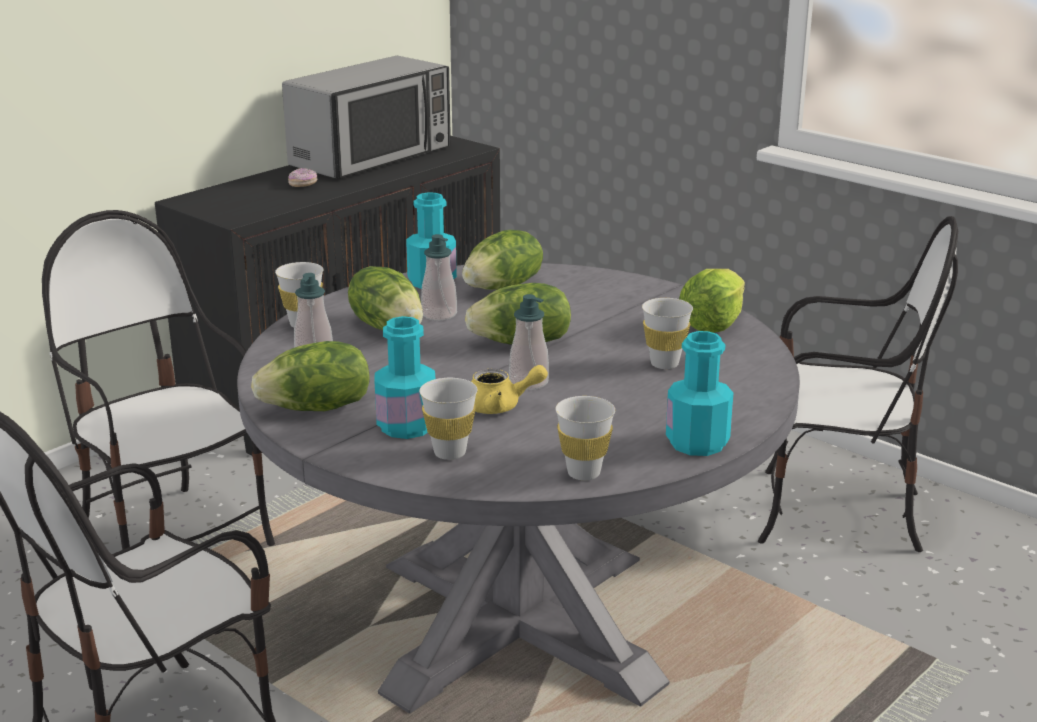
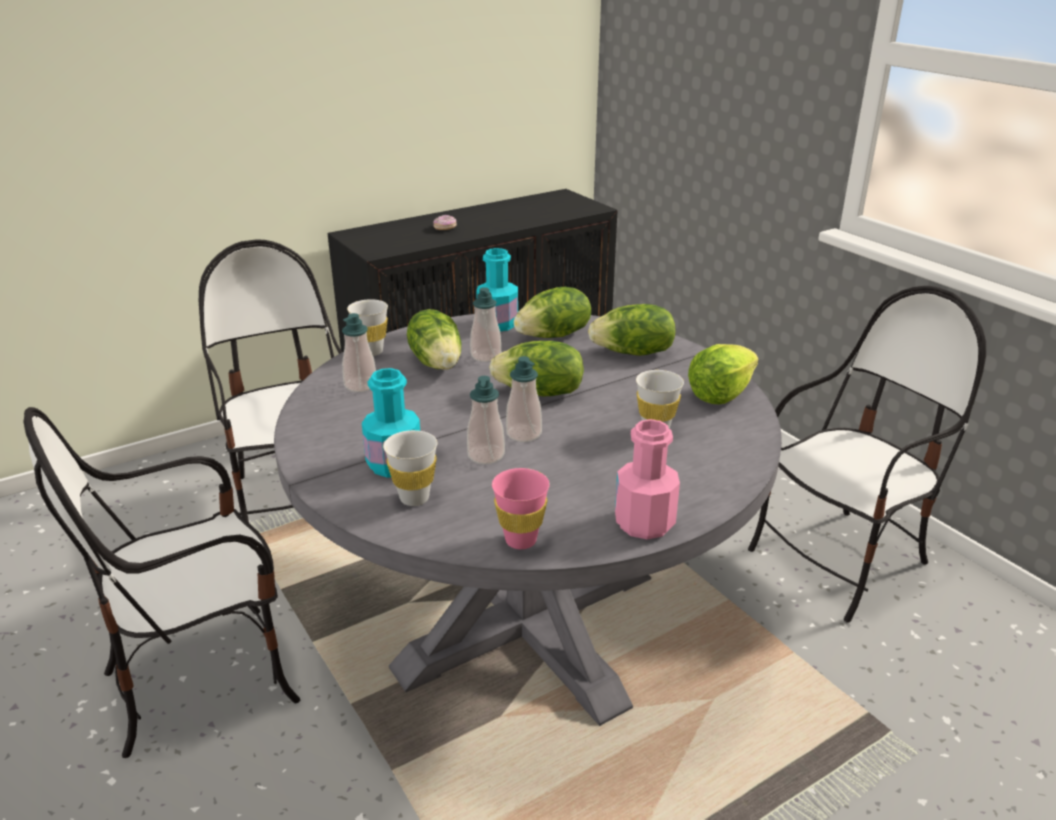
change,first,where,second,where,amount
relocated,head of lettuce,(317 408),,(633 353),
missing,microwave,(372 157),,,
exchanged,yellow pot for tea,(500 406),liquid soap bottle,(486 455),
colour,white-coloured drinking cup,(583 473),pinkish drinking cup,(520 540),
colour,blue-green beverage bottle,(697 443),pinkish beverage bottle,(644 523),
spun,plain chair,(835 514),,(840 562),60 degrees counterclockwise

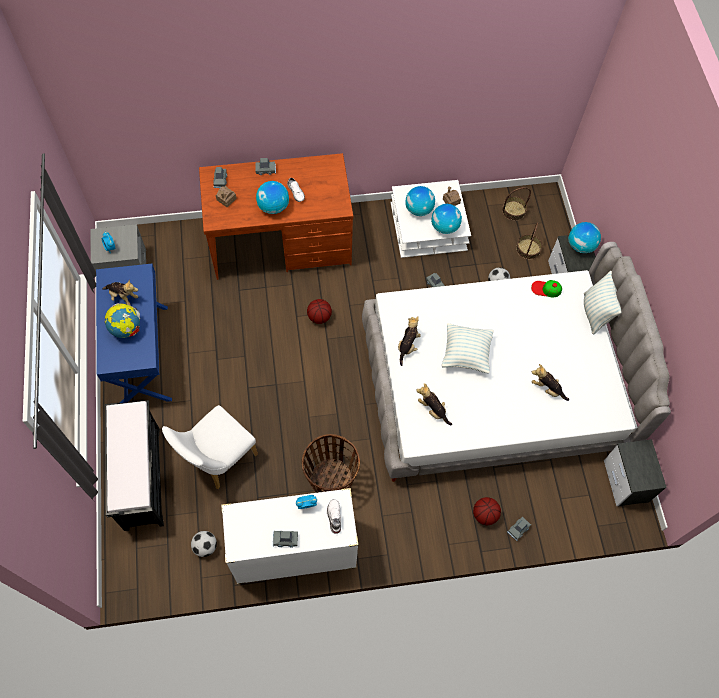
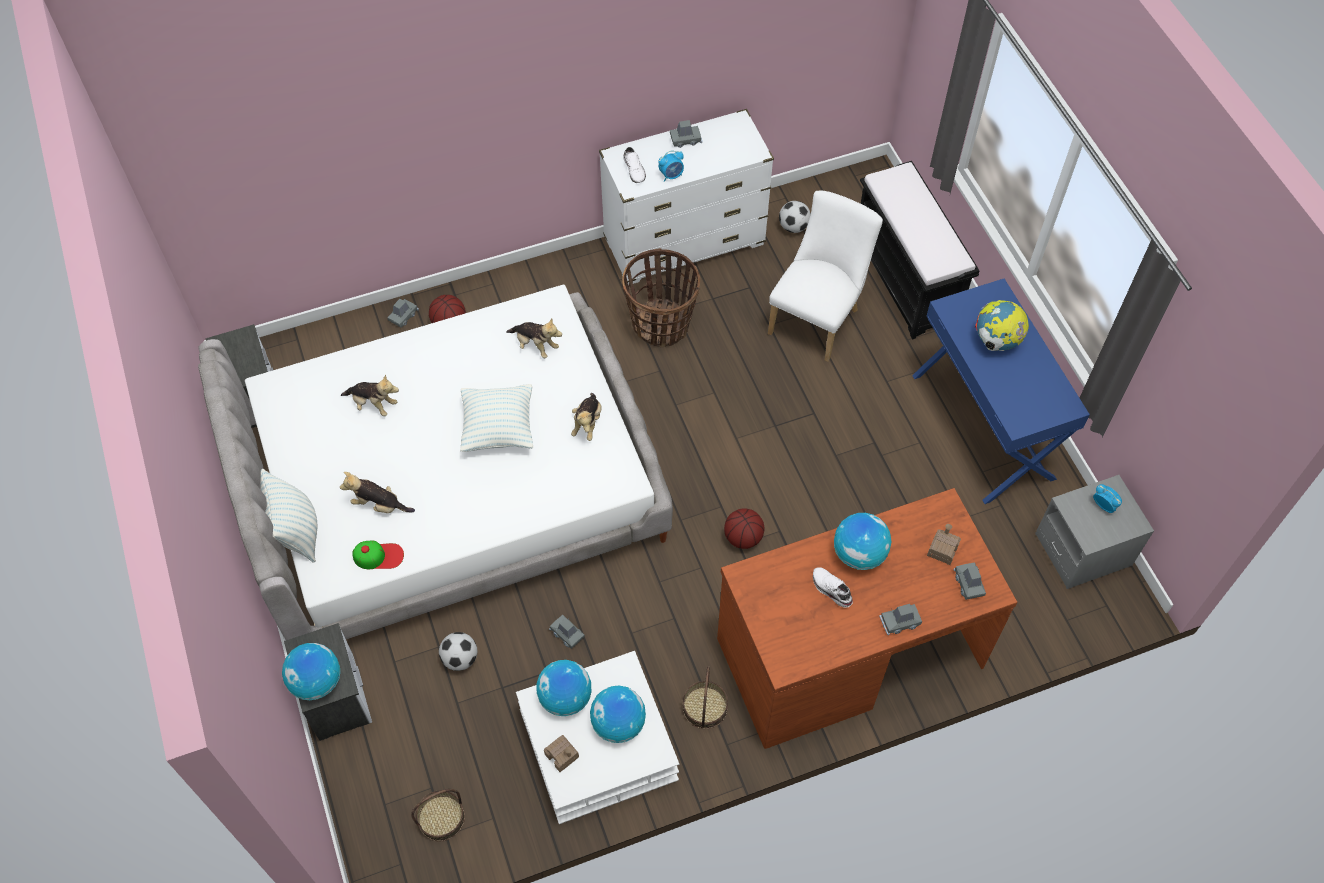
change,first,where,second,where,amount
relocated,soft toy,(122 297),,(379 505),
relocated,basket,(528 249),,(705 707),

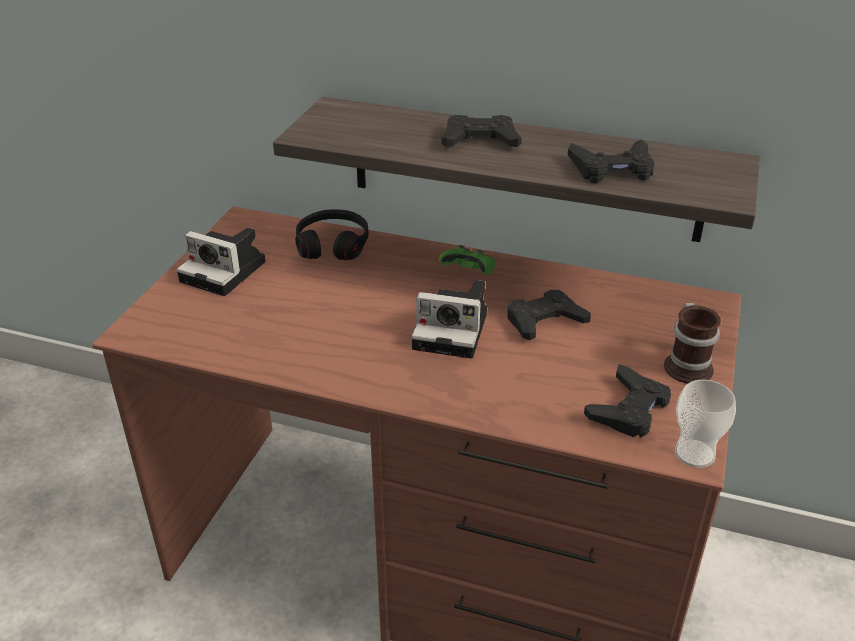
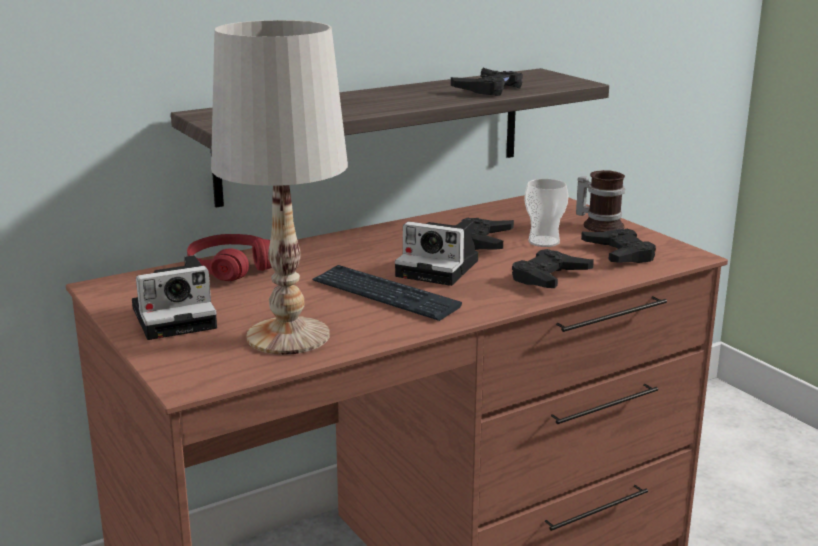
change,first,where,second,where,amount
colour,black-coloured headphones,(332 244),red headphones,(231 268),
spun,still camera,(454 331),,(441 268),60 degrees clockwise
missing,greenish game controller,(470 273),,,
relocated,black-coloured game controller,(480 140),,(549 277),
relocated,drinking cup,(694 454),,(544 242),
appeared,,,white-coloured lamp for a table,(289 336),
appeared,,,computer keyboard,(384 295),

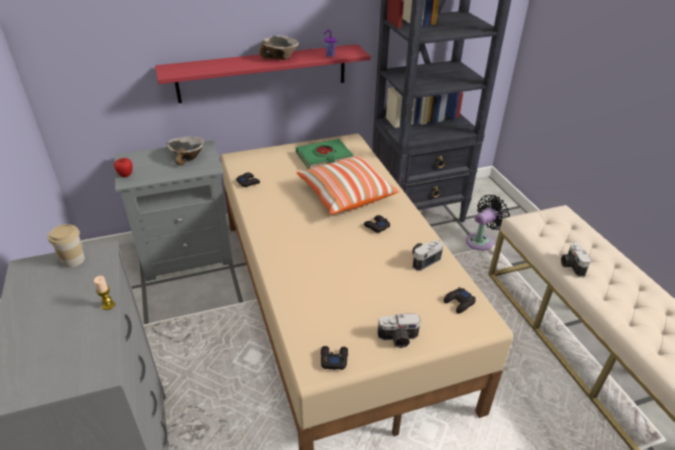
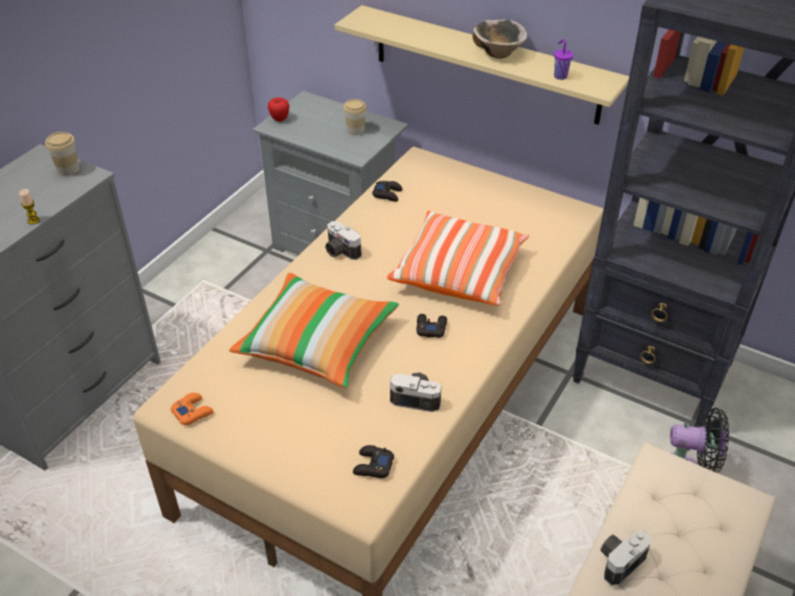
change,first,where,second,where,amount
colour,red wall shelf,(263 73),sand-coloured wall shelf,(485 64),
exchanged,deep dish,(188 157),drinking cup,(355 130),
missing,greenish book,(324 158),,,
colour,black-coloured game controller,(333 359),orange-coloured game controller,(192 412),
relocated,still camera,(398 339),,(340 251),
appeared,,,pillow,(317 343),

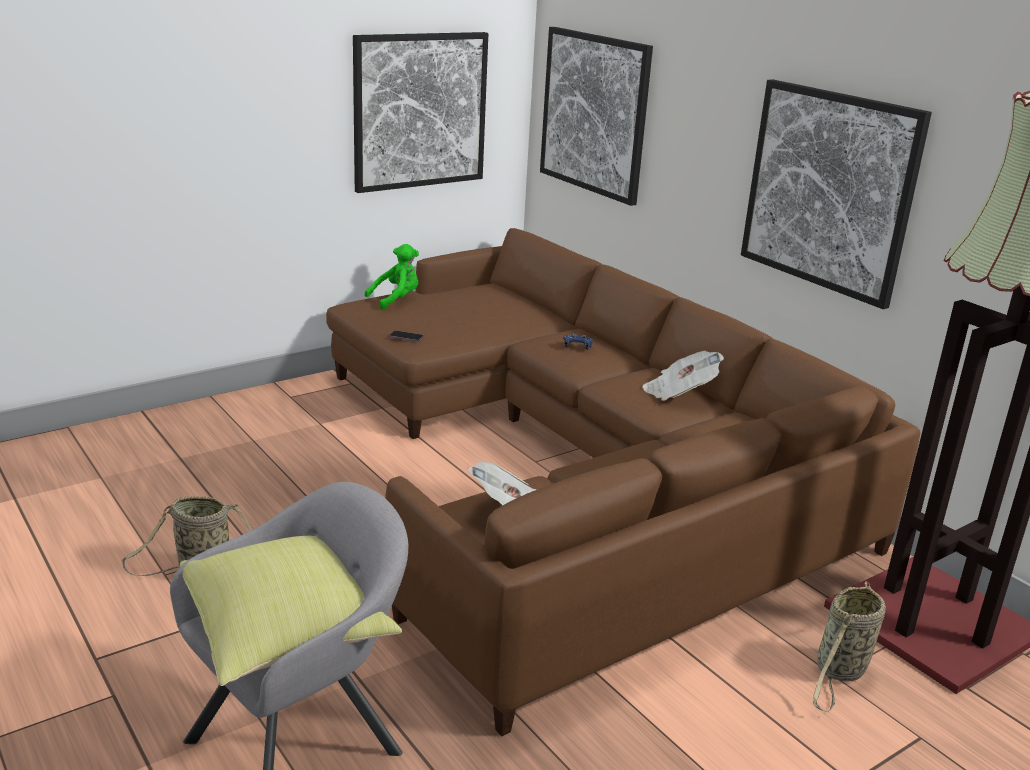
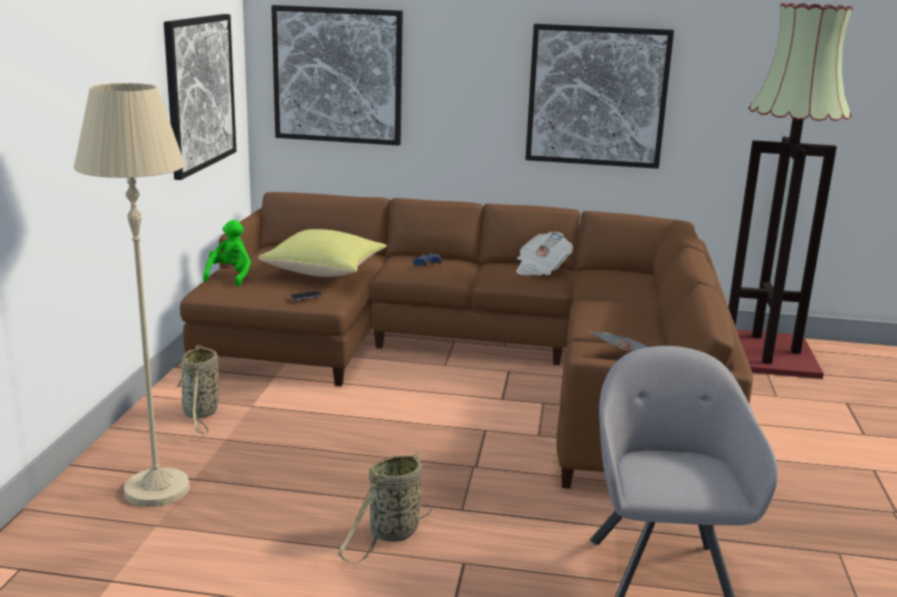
change,first,where,second,where,amount
relocated,yellow pillow,(288 632),,(326 272),
relocated,basket,(839 672),,(200 414),
appeared,,,sand-coloured floor lamp,(157 489),

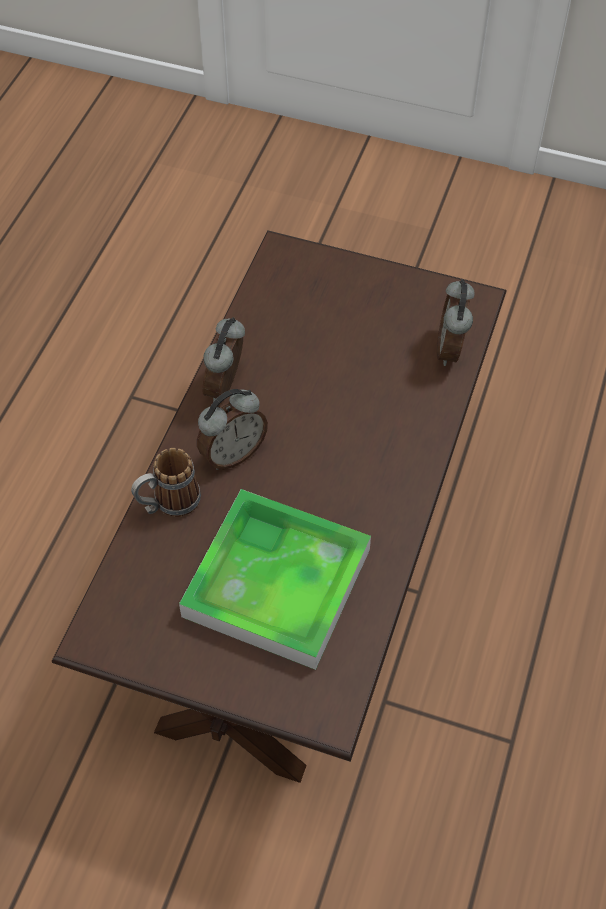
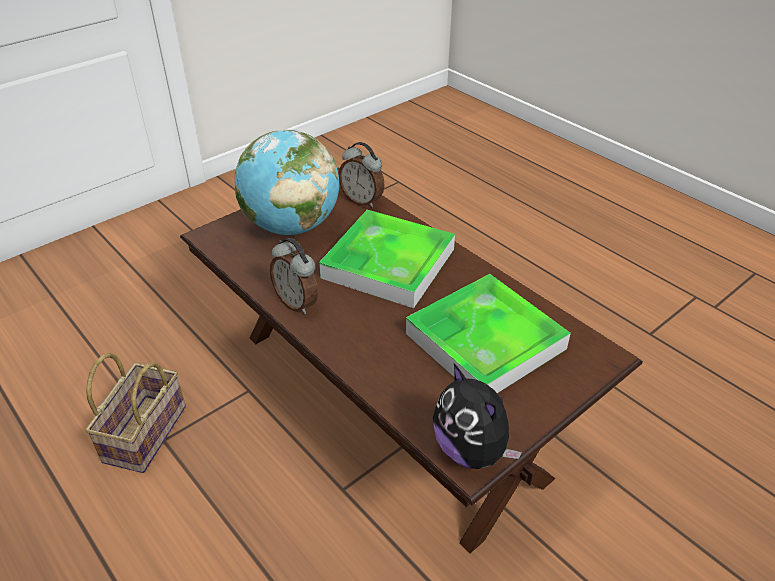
change,first,where,second,where,amount
missing,mug,(168 504),,,
missing,table clock,(232 453),,,
appeared,,,basket,(144 431),
appeared,,,globe,(291 226),
appeared,,,carrying tray,(388 263),
appeared,,,soft toy,(472 450),

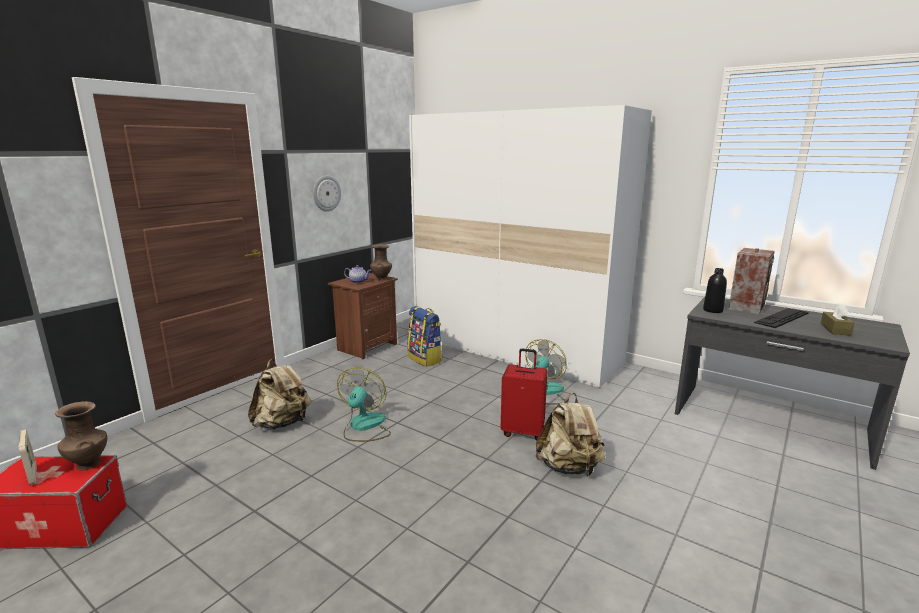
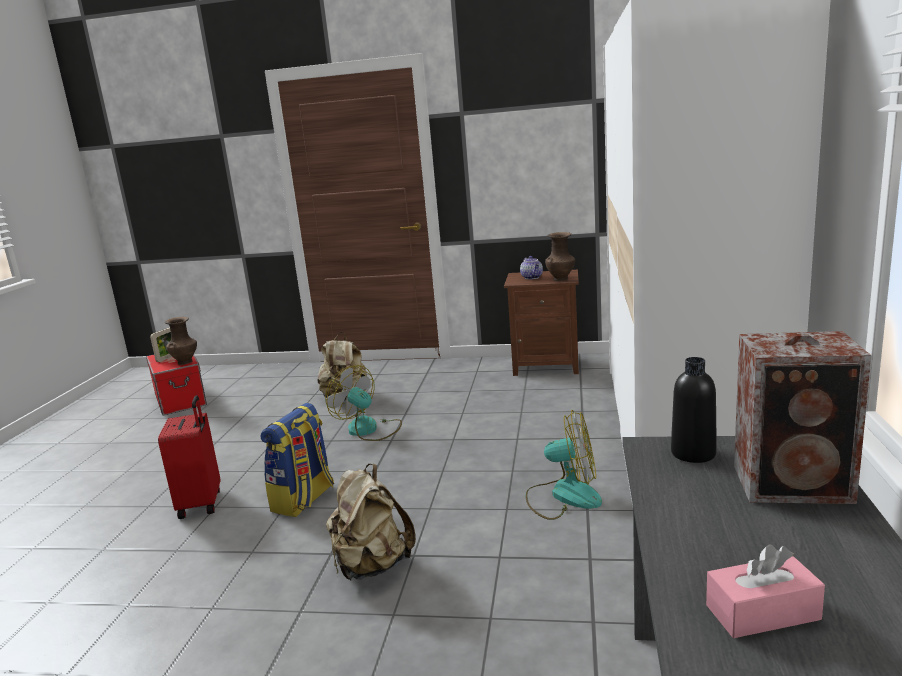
change,first,where,second,where,amount
missing,hanging clock,(326 193),,,
spun,cooling fan,(364 427),,(369 430),120 degrees counterclockwise
relocated,rucksack,(425 359),,(304 500),
relocated,red suitcase,(523 431),,(202 503),
missing,computer keyboard,(781 318),,,
colour,brown box of tissues,(835 329),pinkish box of tissues,(762 612),

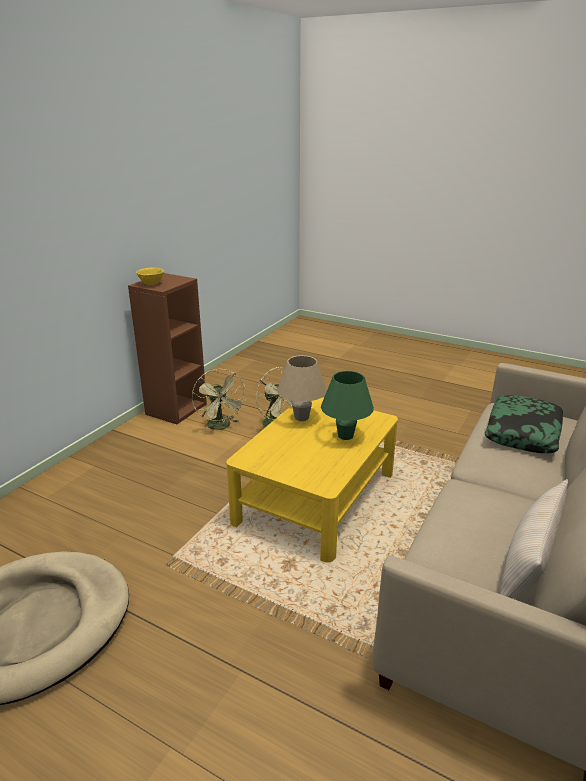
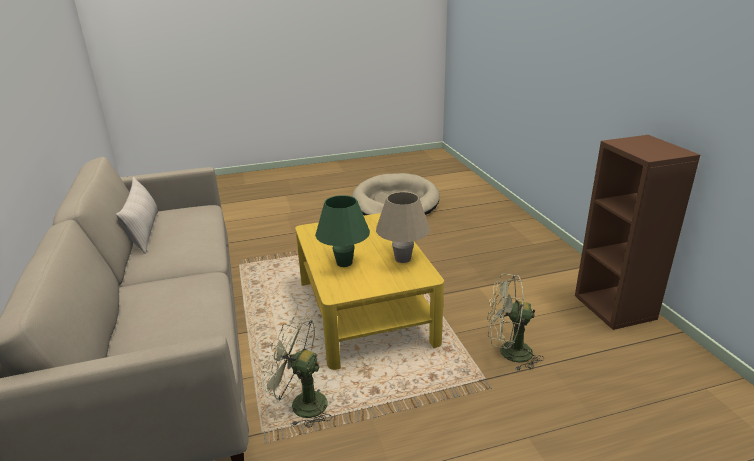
change,first,where,second,where,amount
missing,yellow deep dish,(151 284),,,
relocated,greenish cooling fan,(221 426),,(301 404),
missing,pillow,(523 432),,,

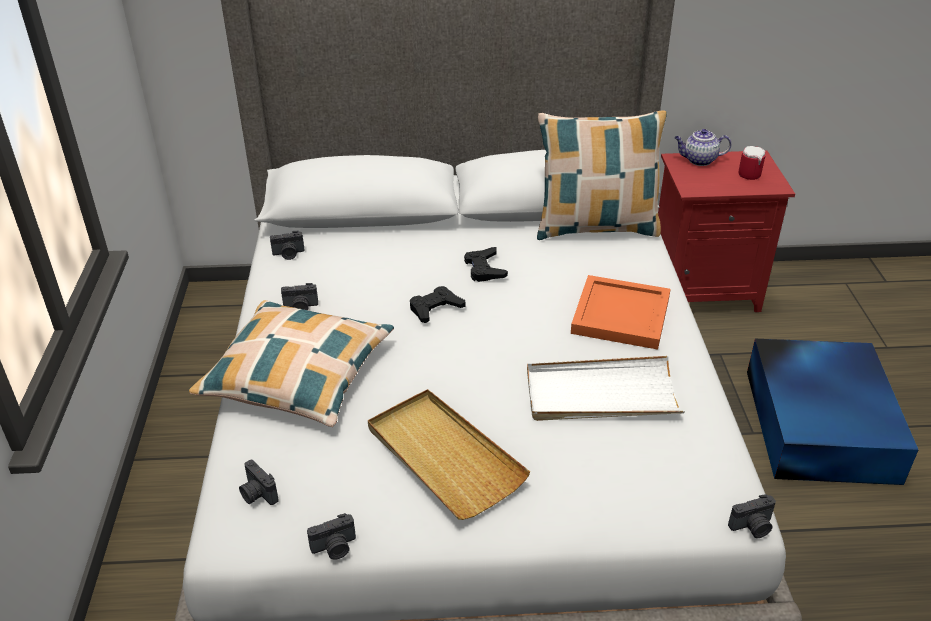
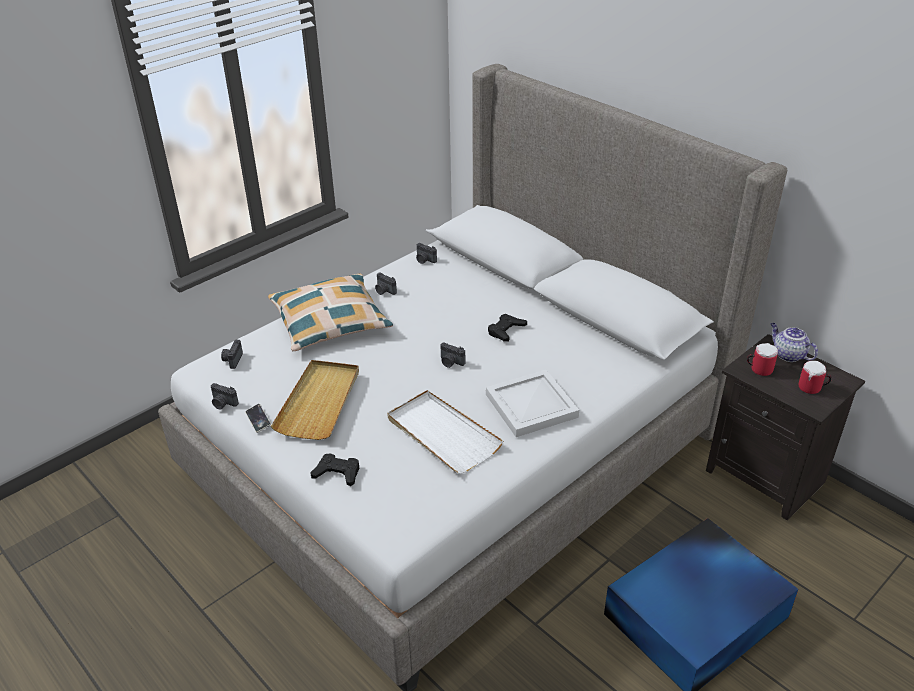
change,first,where,second,where,amount
relocated,black-coloured game controller,(435 308),,(337 473),
missing,pillow,(596 227),,,
colour,orange-coloured carrying tray,(619 314),white-coloured carrying tray,(532 405),
colour,red bedside table,(704 290),black-coloured bedside table,(767 476),
relocated,still camera,(752 527),,(450 362),
appeared,,,handset,(258 420),
appeared,,,mug,(758 369),

